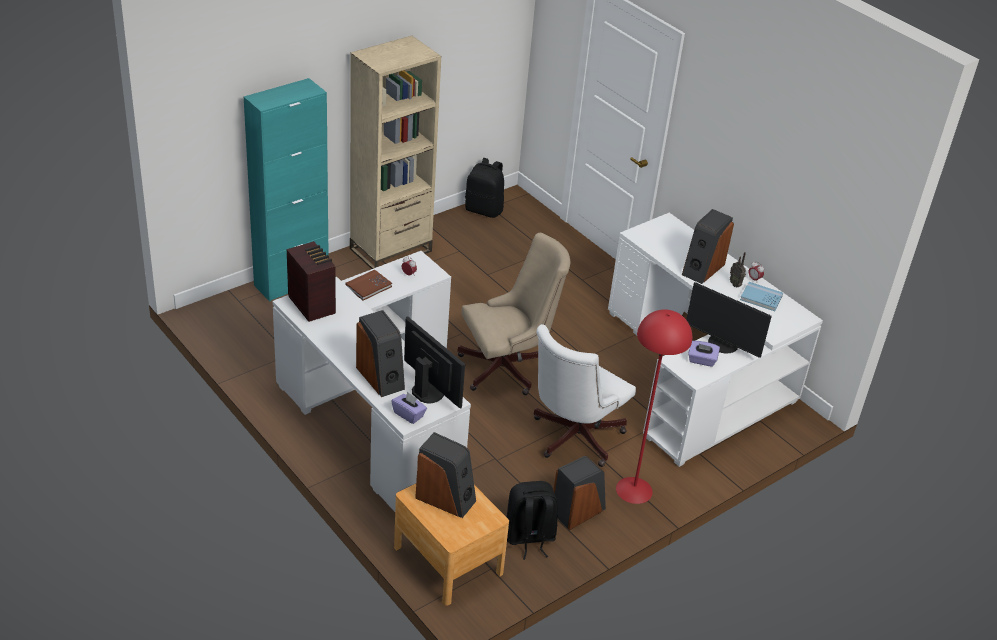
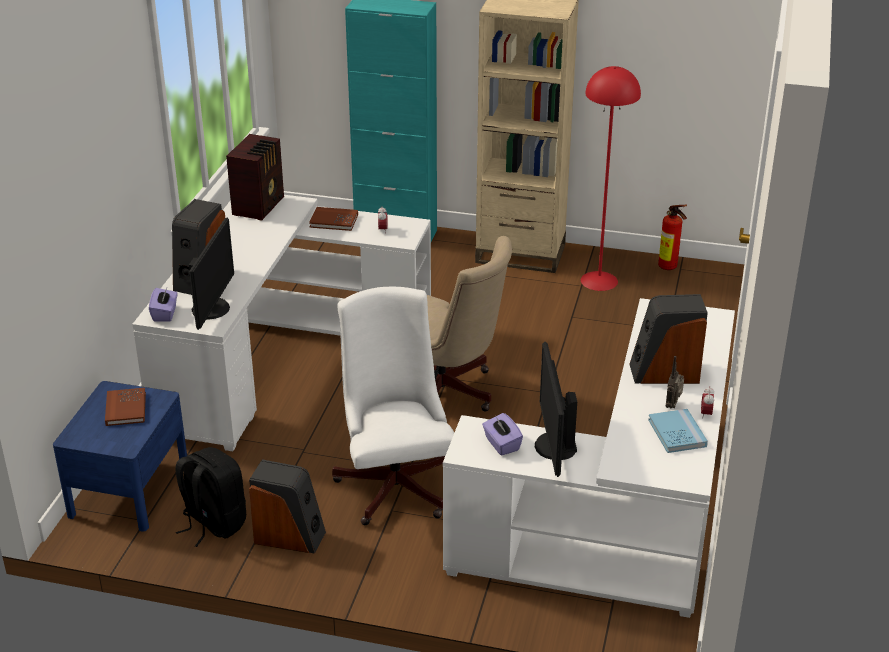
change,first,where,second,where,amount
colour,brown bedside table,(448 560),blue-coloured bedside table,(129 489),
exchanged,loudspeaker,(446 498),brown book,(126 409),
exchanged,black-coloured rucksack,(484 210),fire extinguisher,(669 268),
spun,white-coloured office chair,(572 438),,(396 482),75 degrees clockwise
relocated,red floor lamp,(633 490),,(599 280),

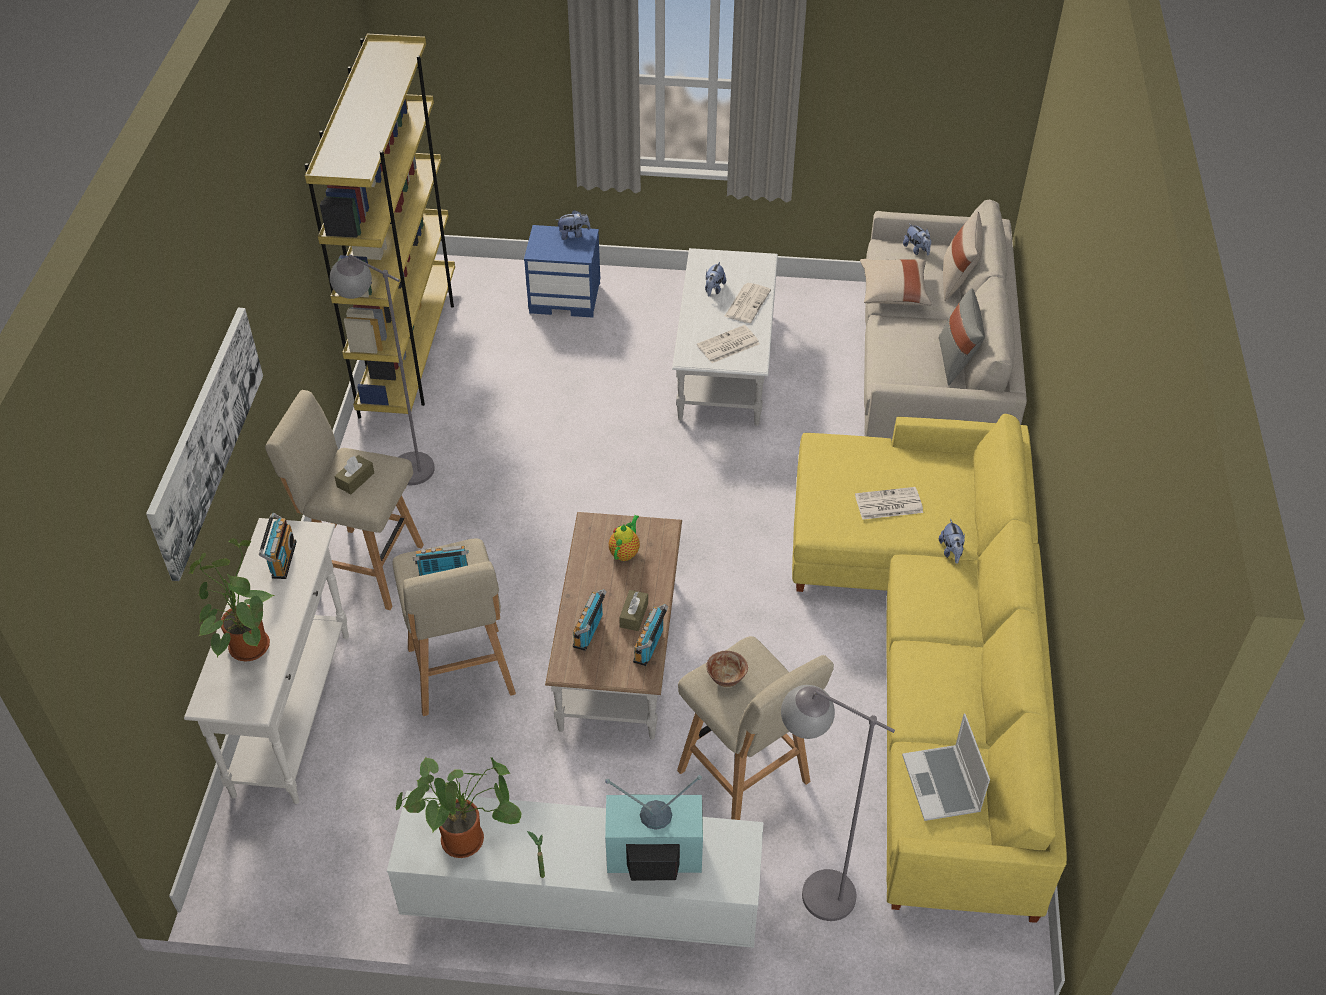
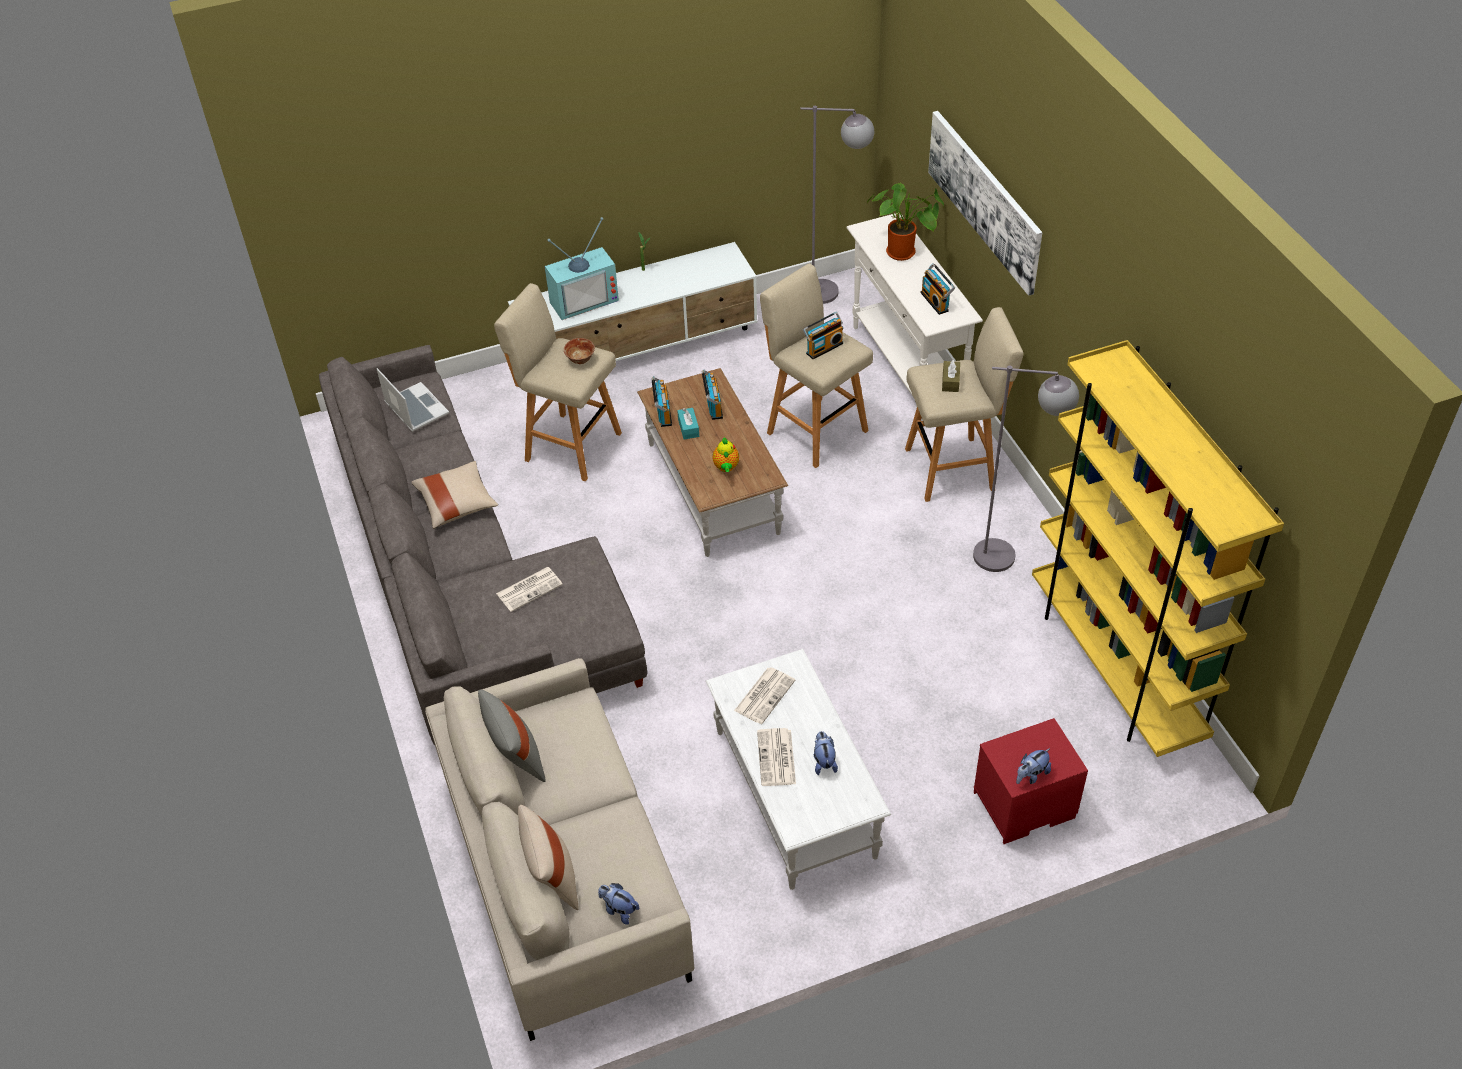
change,first,where,second,where,amount
missing,plant in a pot,(467 838),,,
colour,blue-coloured bedside table,(566 297),red bedside table,(1023 807),
colour,brown box of tissues,(634 615),blue-green box of tissues,(688 428),
relocated,greyish floor lamp,(811 886),,(833 293),
colour,yellow settee,(932 654),greyish settee,(465 580),
relocated,sand-coloured pillow,(893 292),,(456 504),
missing,soft toy,(951 551),,,

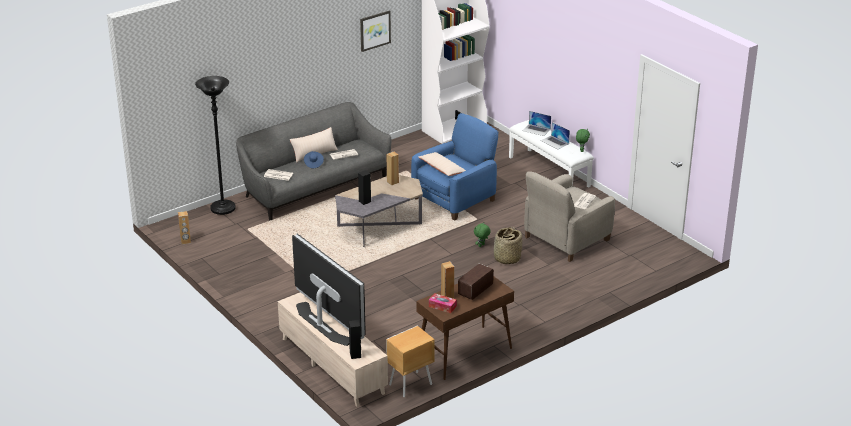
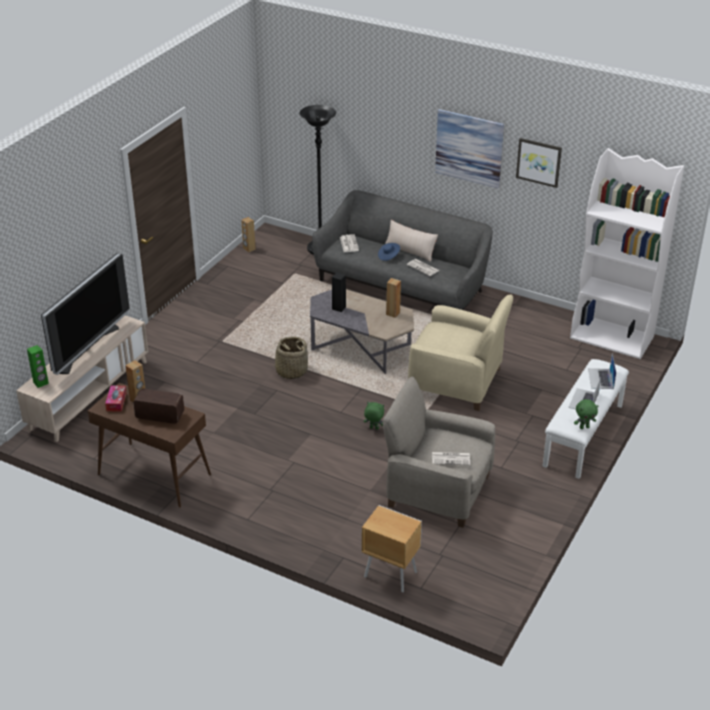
change,first,where,second,where,amount
colour,black-coloured loudspeaker,(355 355),greenish loudspeaker,(41 383),
relocated,brown bedside table,(409 385),,(389 574),
colour,blue-coloured easy chair,(455 199),sand-coloured easy chair,(457 382),
missing,sand-coloured pillow,(442 169),,,
relocated,basket,(507 258),,(291 371),
appeared,,,picture,(469 148),

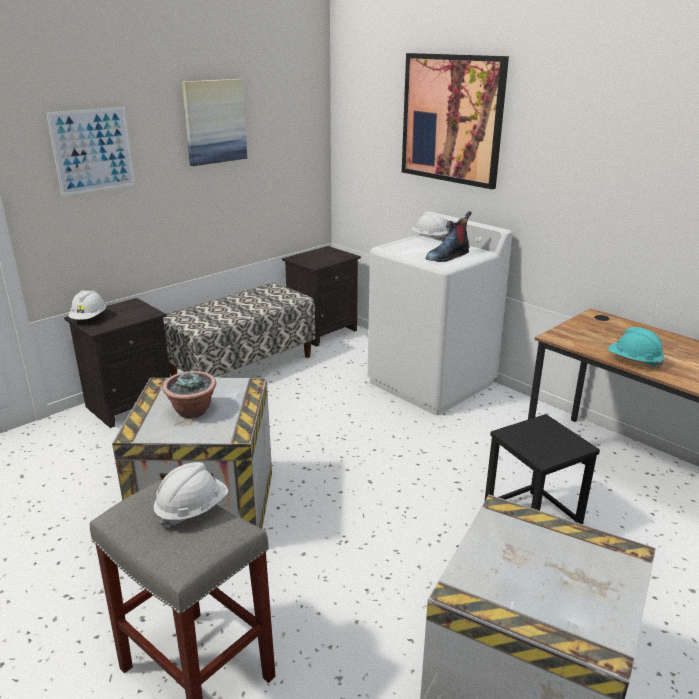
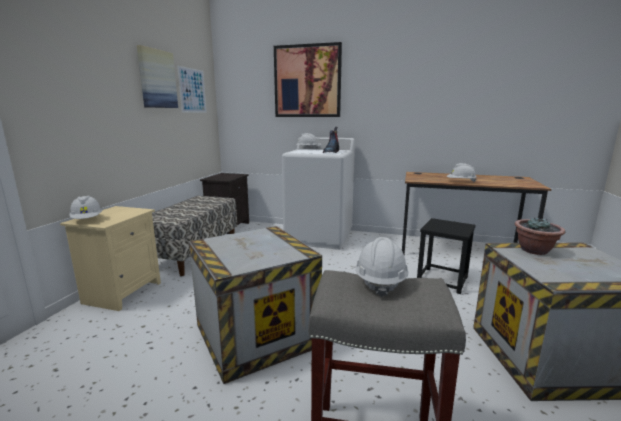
change,first,where,second,where,amount
relocated,picture,(93 150),,(192 90),
colour,black-coloured bedside table,(130 404),sand-coloured bedside table,(122 292),
relocated,plant in a pot,(192 411),,(534 250),
colour,blue-green hard hat,(633 361),white-coloured hard hat,(460 182),

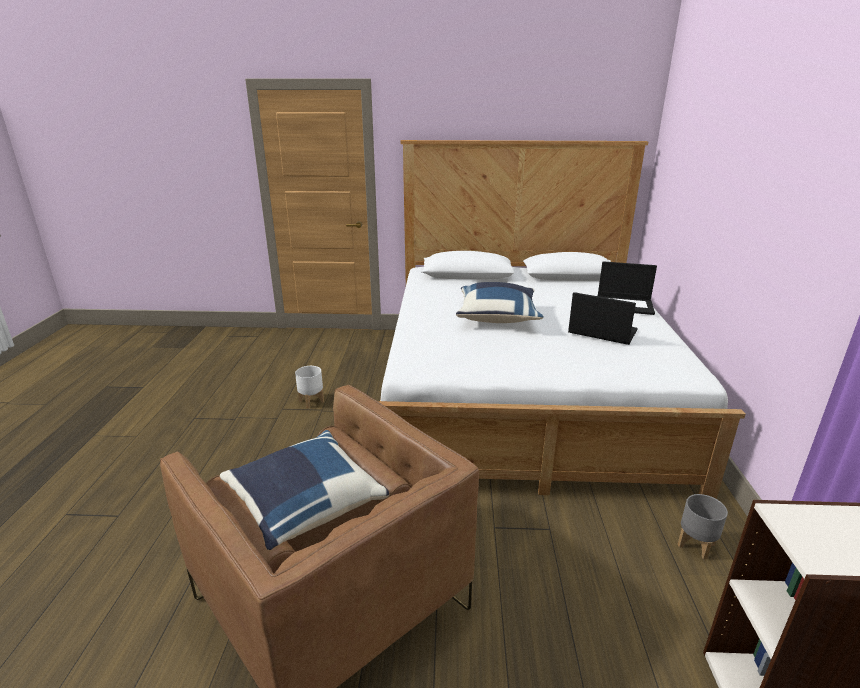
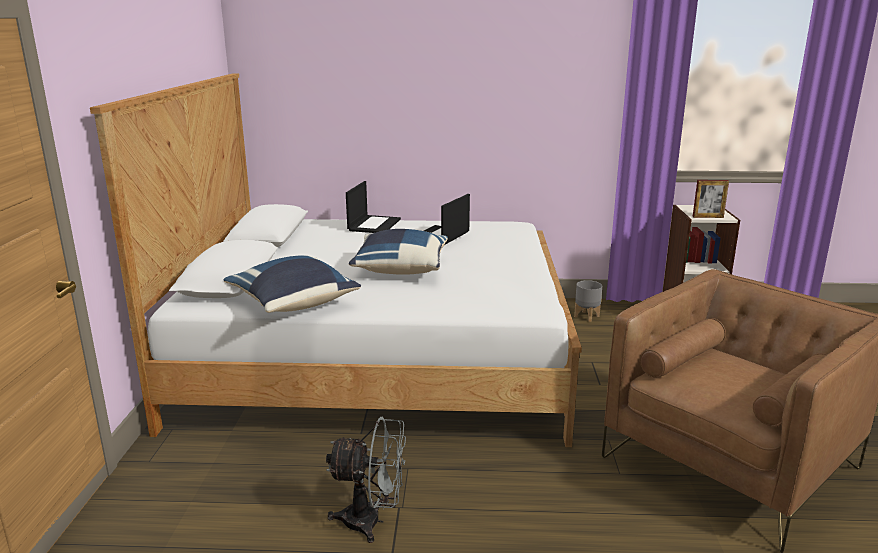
change,first,where,second,where,amount
relocated,blue-coloured pillow,(304 505),,(294 304),
exchanged,white-coloured flower pot,(312 401),greyish cooling fan,(372 521),
appeared,,,standing frame,(708 217),

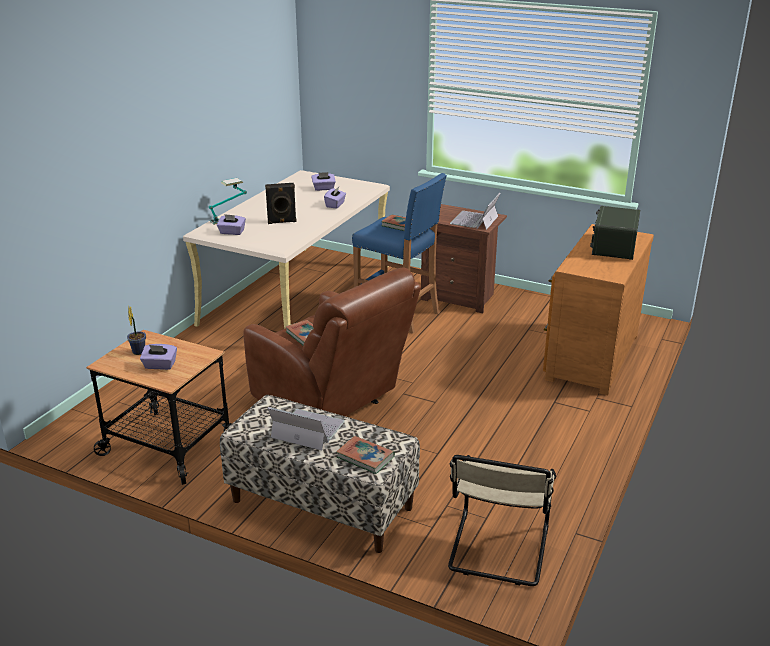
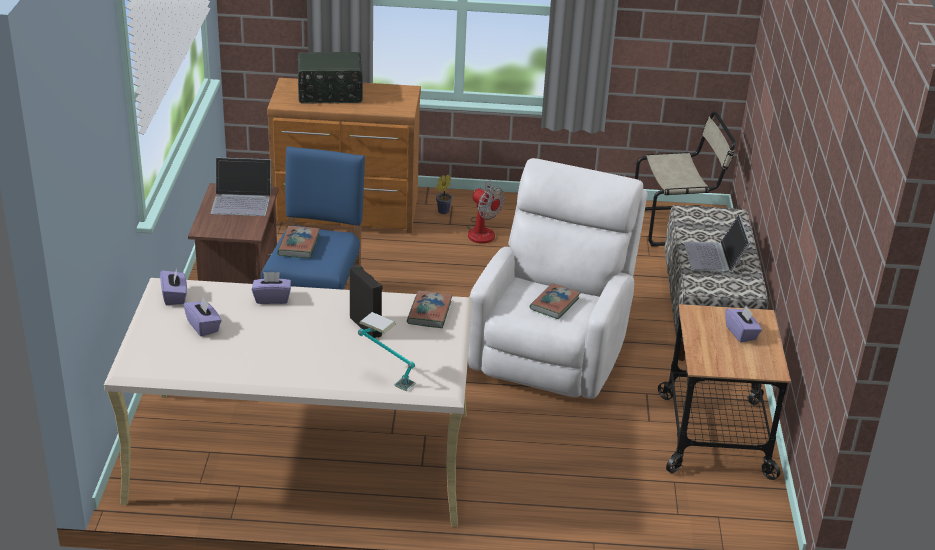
change,first,where,second,where,amount
relocated,plant in a pot,(139 351),,(442 211),
relocated,purple-coloured box of tissues,(232 232),,(175 296),
colour,brown easy chair,(331 402),white-coloured easy chair,(552 351),
relocated,book,(365 457),,(429 312),
appeared,,,cooling fan,(482 230),

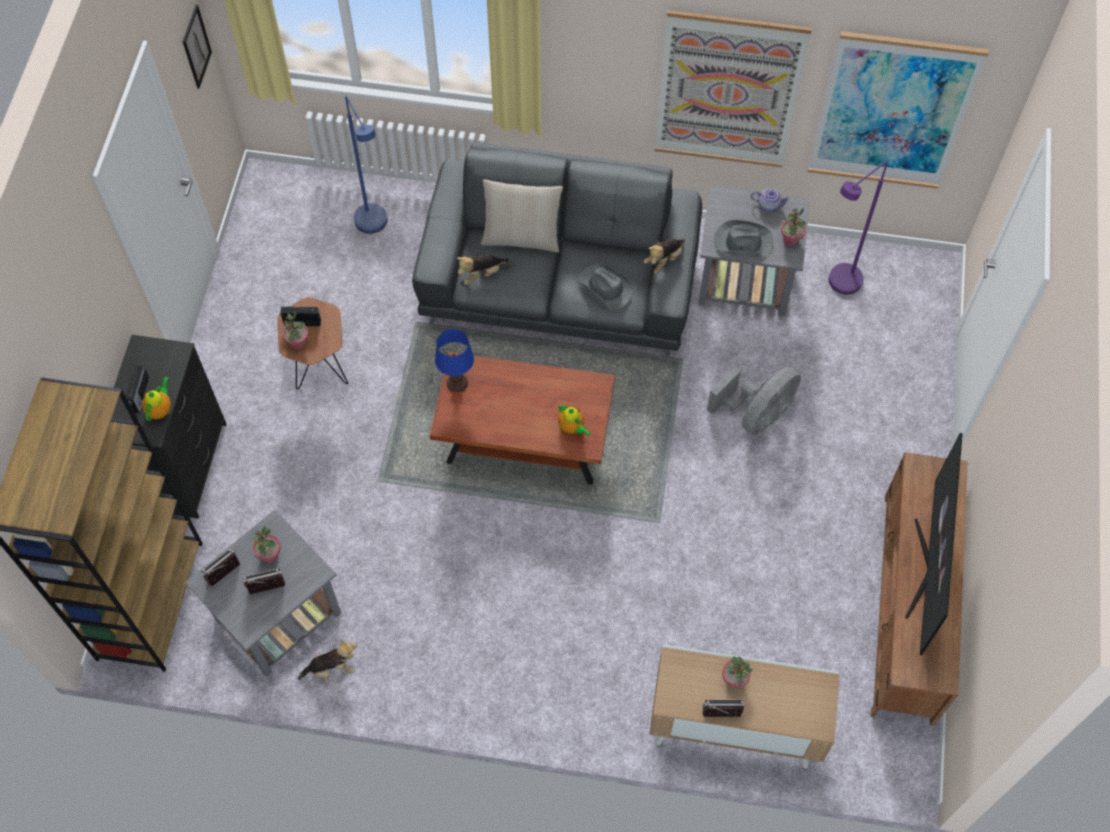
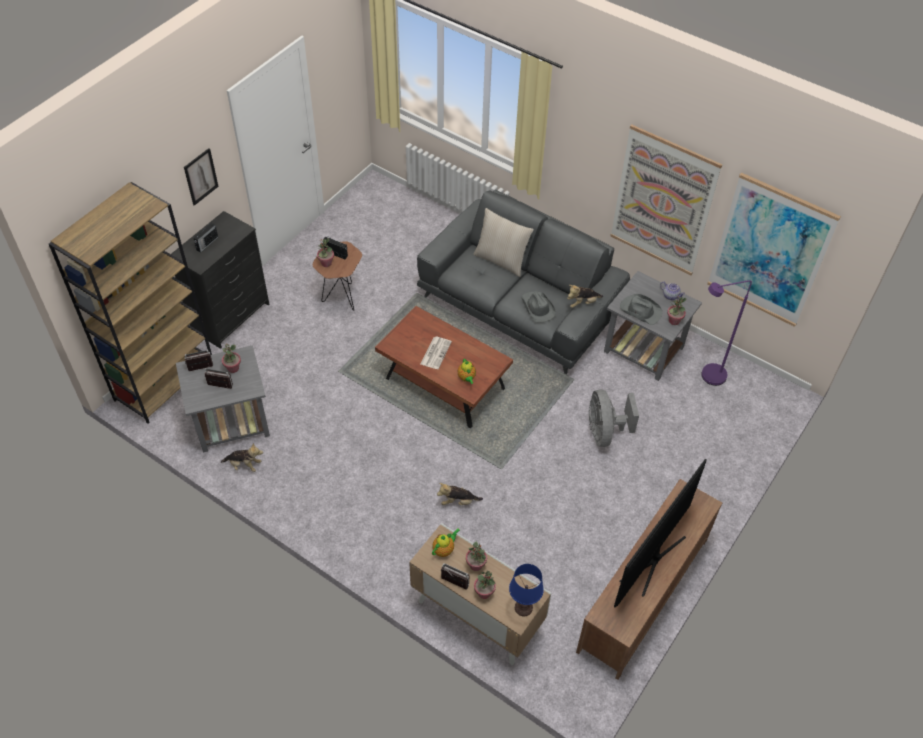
change,first,where,second,where,amount
relocated,pot for tea,(160 409),,(444 549),
relocated,picture,(196 46),,(201 176),
missing,blue-coloured floor lamp,(374 227),,,
relocated,blue-coloured lamp for a table,(457 383),,(523 608),
relocated,soft toy,(481 274),,(458 501),
spun,greyish cooling fan,(756 414),,(605 432),105 degrees clockwise
appeared,,,newspaper,(435 352),
appeared,,,plant in a pot,(484 592),

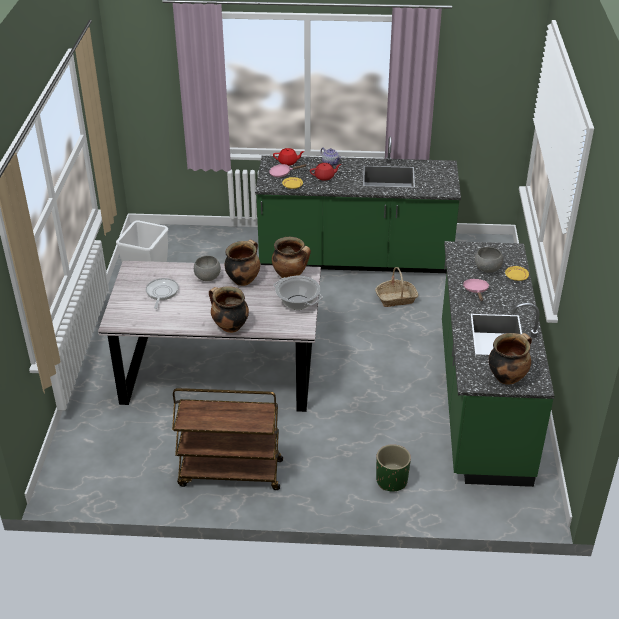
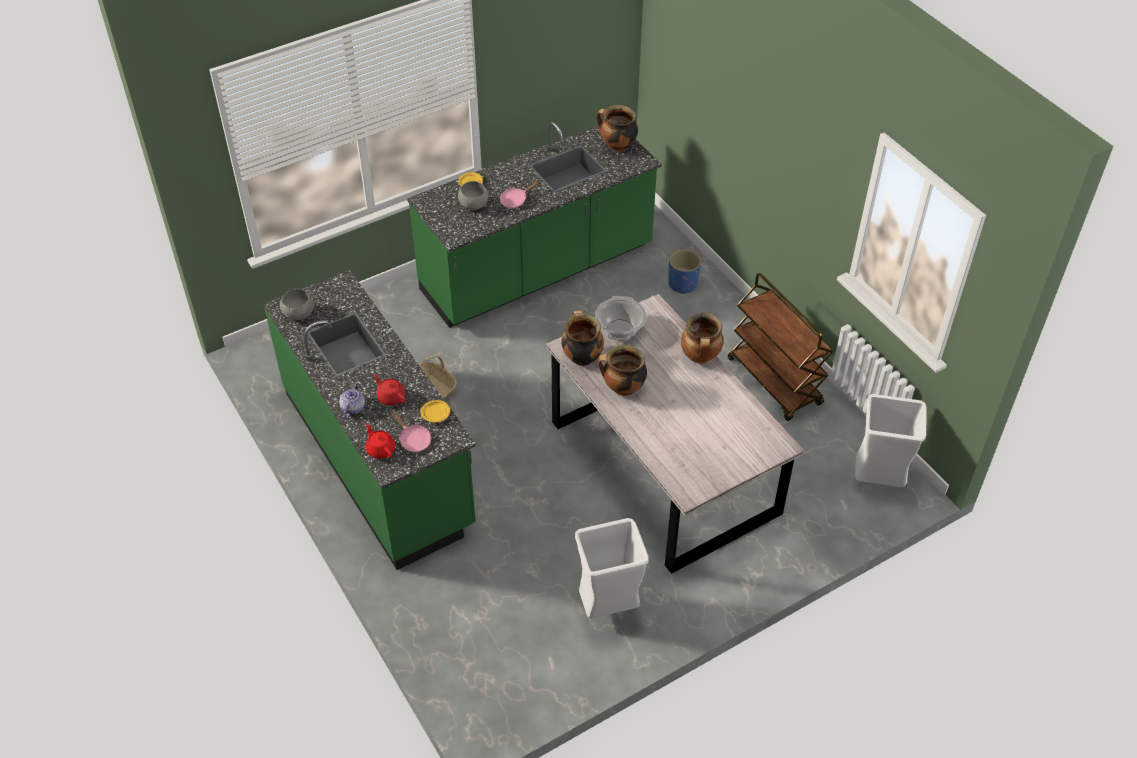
change,first,where,second,where,amount
missing,pan,(161 293),,,
relocated,greyish deep dish,(207 277),,(299 314),
colour,greenish flower pot,(391 480),blue-coloured flower pot,(682 284),
appeared,,,white-coloured waste bin,(877 481),

